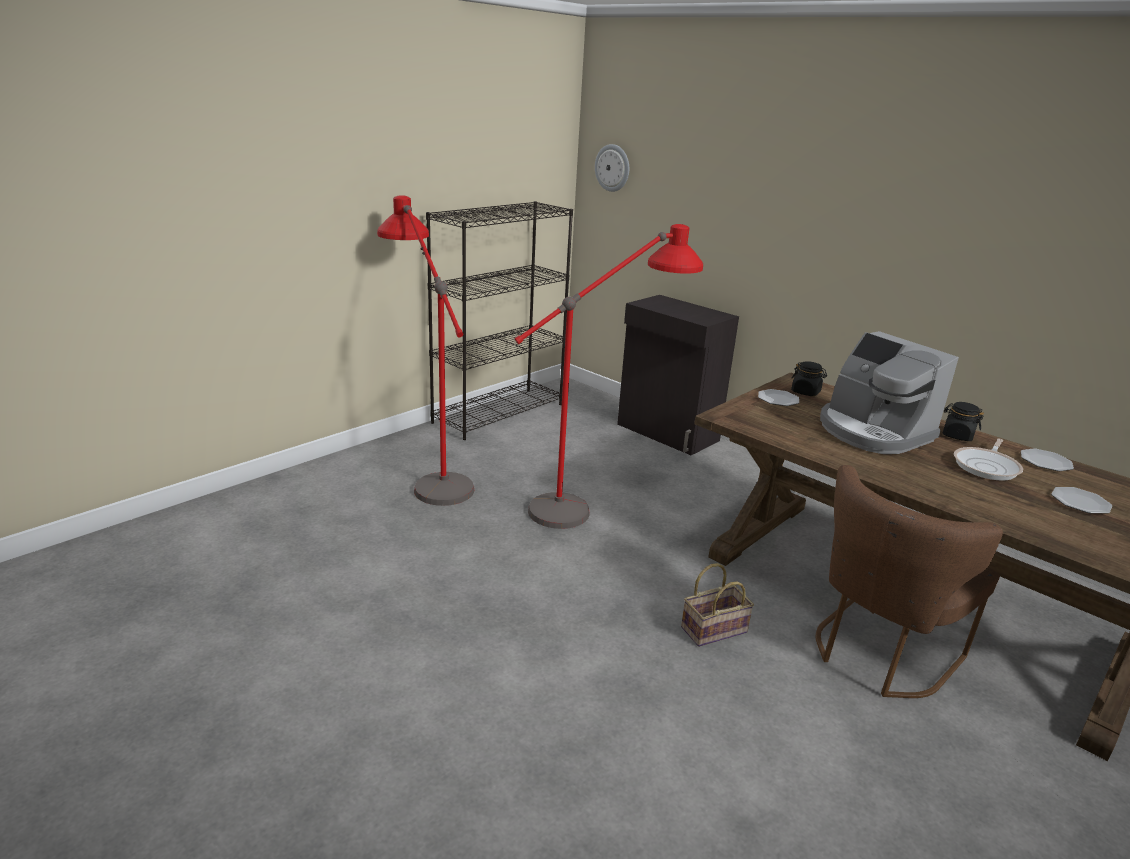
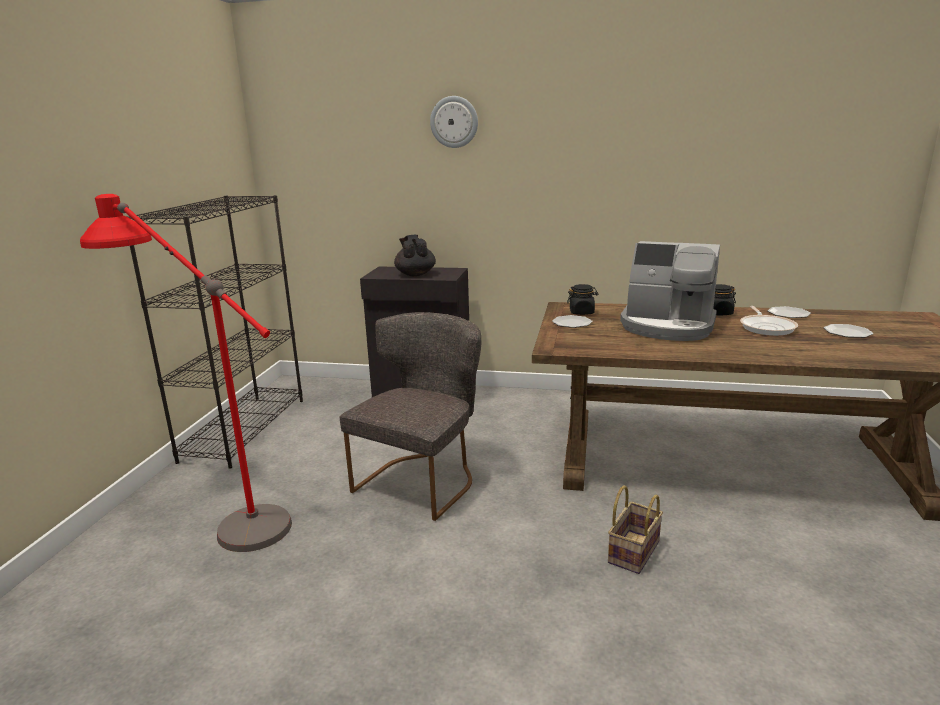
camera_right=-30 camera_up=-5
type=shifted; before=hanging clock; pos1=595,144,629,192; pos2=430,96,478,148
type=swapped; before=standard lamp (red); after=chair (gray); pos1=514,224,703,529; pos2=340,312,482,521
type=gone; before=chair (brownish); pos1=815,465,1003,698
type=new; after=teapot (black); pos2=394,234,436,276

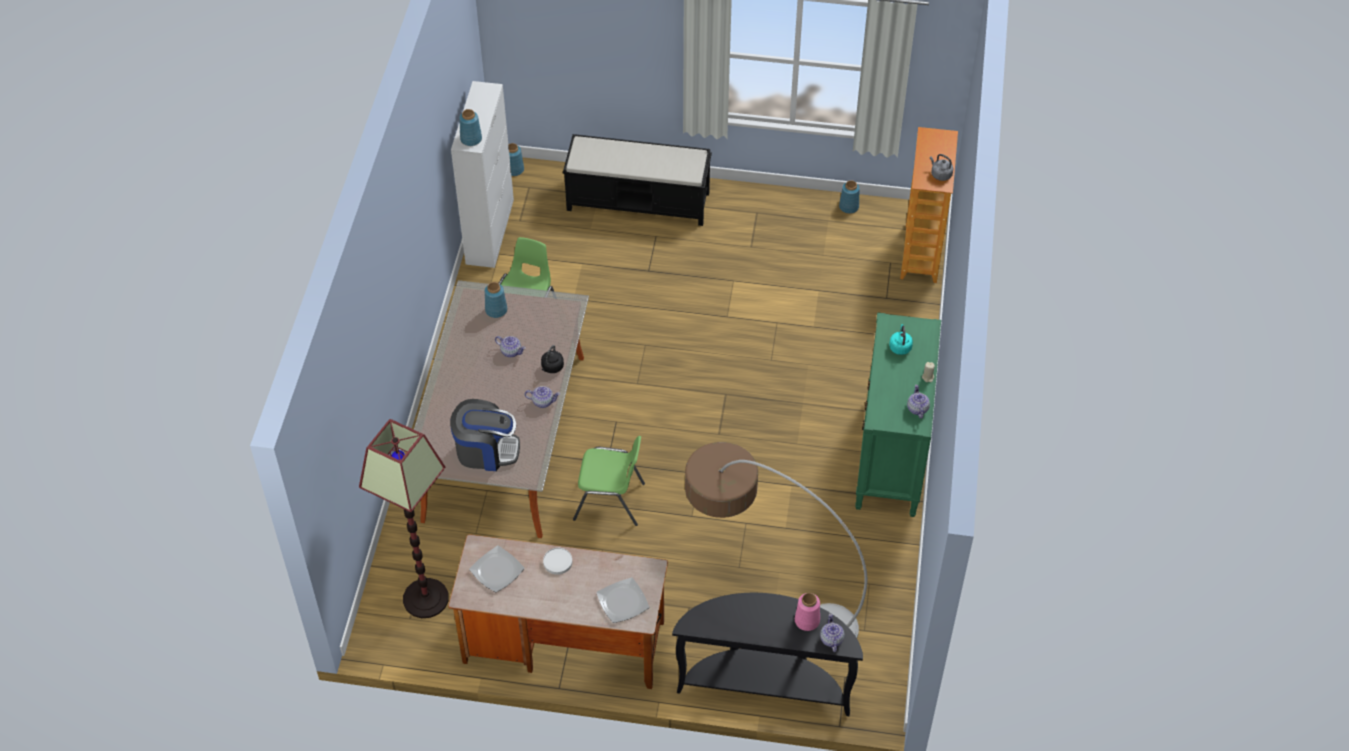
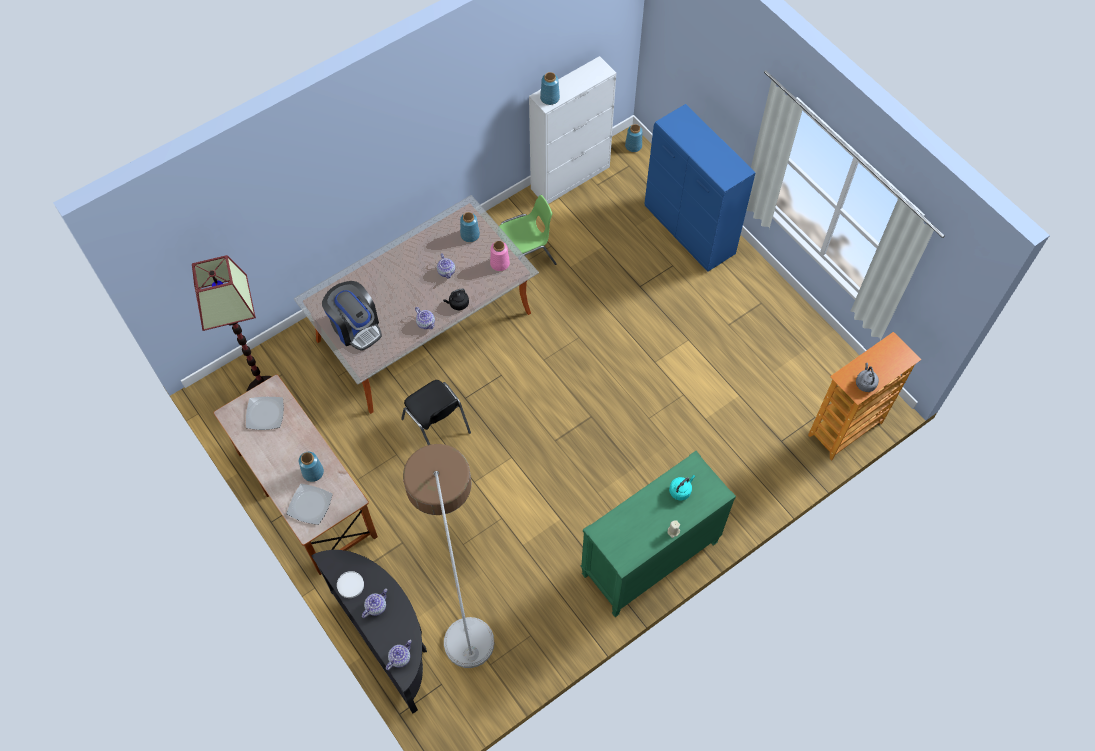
camera_right=45 camera_up=10
type=swapped; before=long seat (black); after=cupboard (blue-coloured); pos1=563,134,712,226; pos2=645,104,756,272
type=shifted; before=flower vase (blue-coloured); pos1=839,180,860,214; pos2=299,452,324,482
type=shifted; before=teapot; pos1=907,385,930,419; pos2=362,589,387,618
type=repainted; before=chair (greenish); after=chair (black); pos1=573,436,645,526; pos2=401,380,471,445
type=shifted; before=flat dish (white); pos1=543,548,572,575; pos2=337,571,364,598
type=shifted; before=flower vase (pinkish); pos1=795,593,820,631; pos2=490,241,510,271

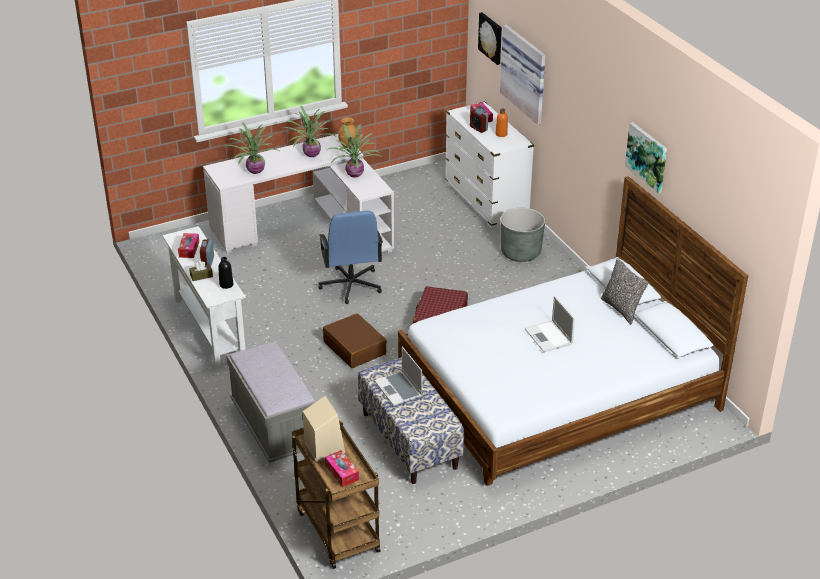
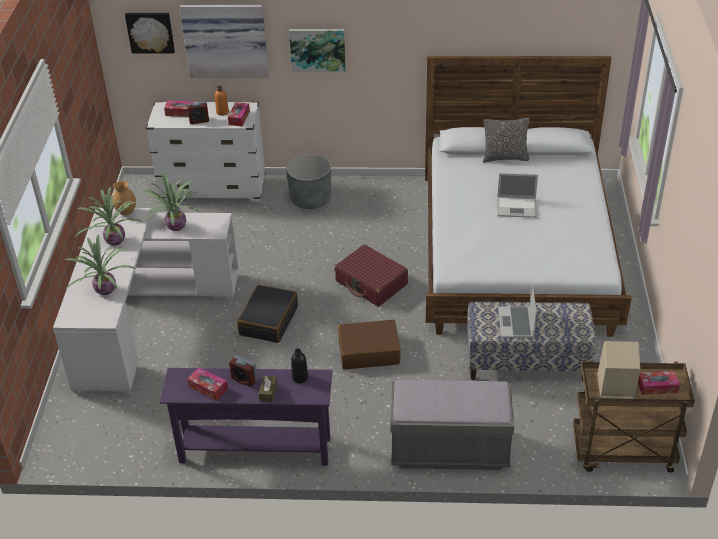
camera_right=-60 camera_up=5
type=shifted; before=picture; pos1=625,122,667,193; pos2=289,29,346,72
type=swapped; before=desk chair (blue-coloured); after=travel case (black); pos1=318,211,383,304; pos2=237,285,298,343
type=repainted; before=narrow table (white); after=narrow table (purple); pos1=162,226,246,369; pos2=159,368,332,466
type=rotated; before=portable computer; pos1=374,347,422,406; pos2=498,283,537,338; turn=90
type=new; after=tissue box; pos2=228,102,250,126

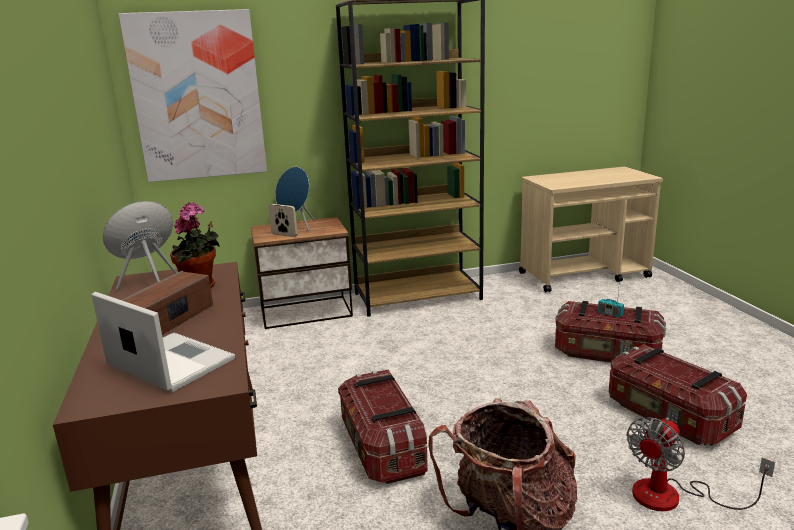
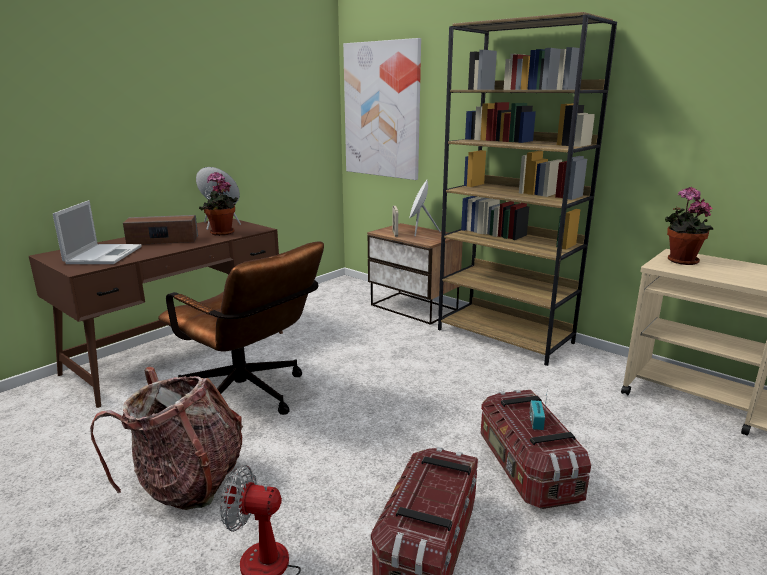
camera_right=55 camera_up=0
type=repainted; before=audio speaker (blue-coloured); after=audio speaker (white); pos1=275,167,315,231; pos2=409,180,441,236
type=swapped; before=storage container; after=desk chair (brownish); pos1=338,370,428,484; pos2=158,242,324,415
type=new; after=plant in a pot; pos2=665,187,713,265

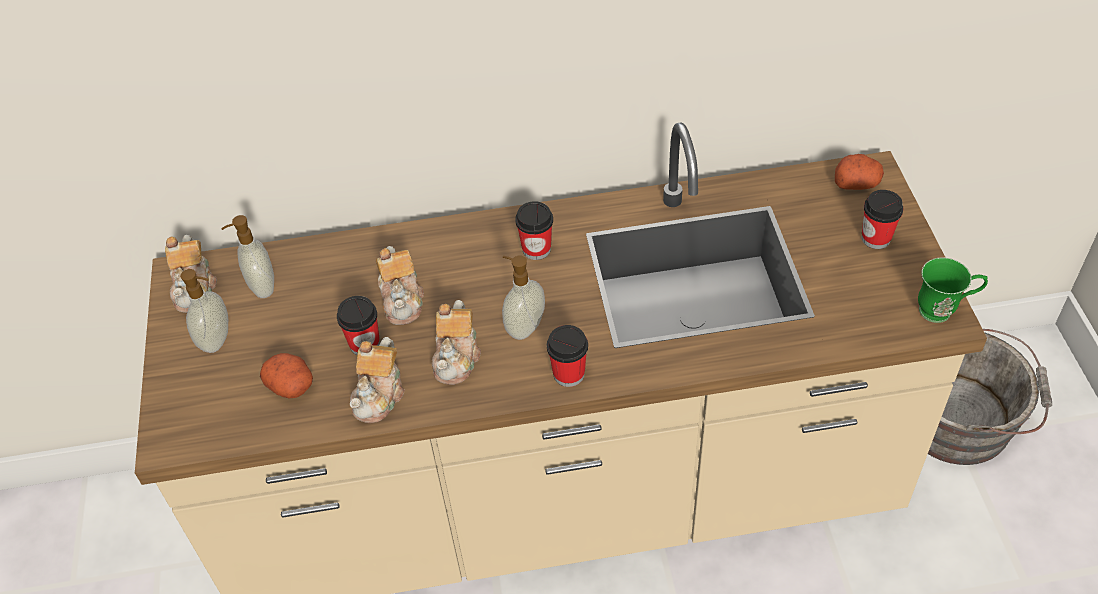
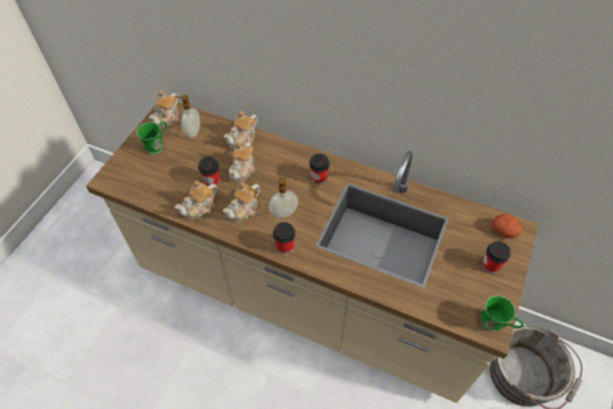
camera_right=30 camera_up=5
type=swapped; before=liquid soap bottle; after=tea mug (greenish); pos1=180,269,228,353; pos2=137,121,167,154
type=gone; before=whole potato; pos1=260,353,313,399
type=new; after=teapot; pos2=224,111,258,149

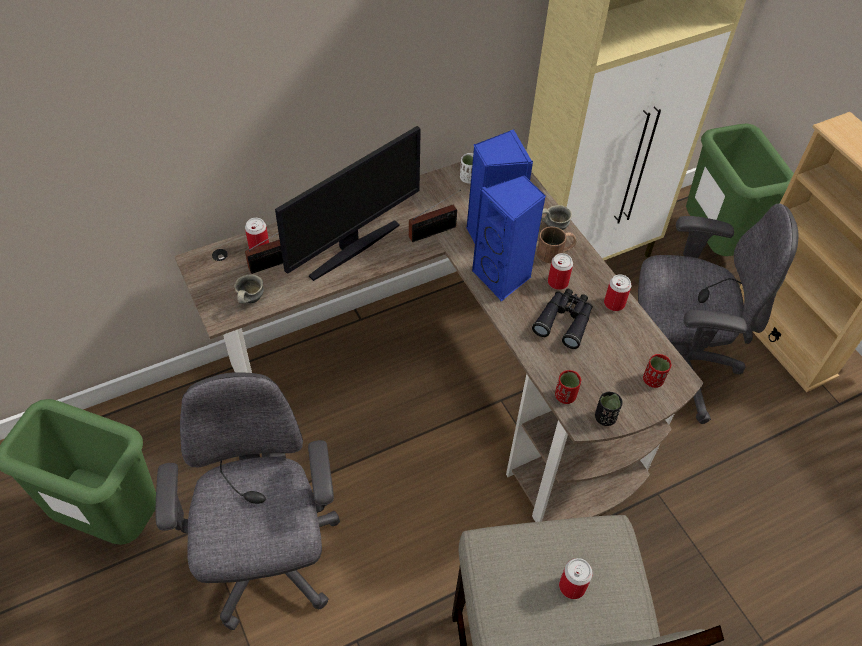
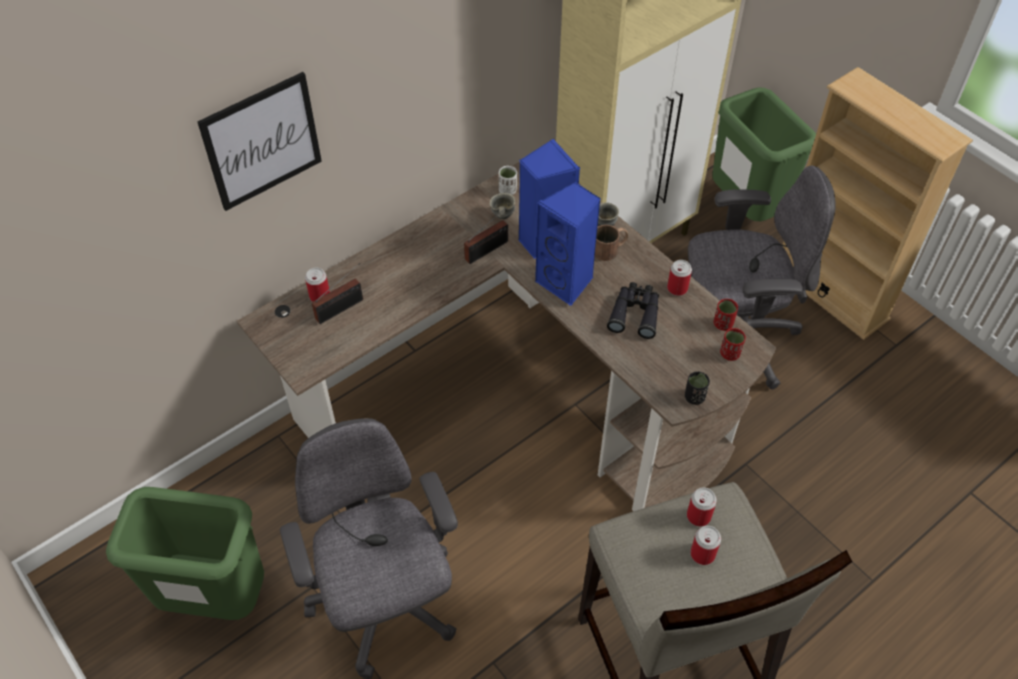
camera_right=-10 camera_up=0
type=gone; before=computer display; pos1=275,126,421,281
type=shifted; before=sealed can; pos1=548,253,573,290; pos2=687,487,717,527
type=shifted; before=tea mug (gray); pos1=234,274,264,304; pos2=489,193,515,219
type=shifted; before=small cup (red); pos1=555,370,581,404; pos2=714,299,738,331
type=new; after=picture; pos2=197,72,322,211

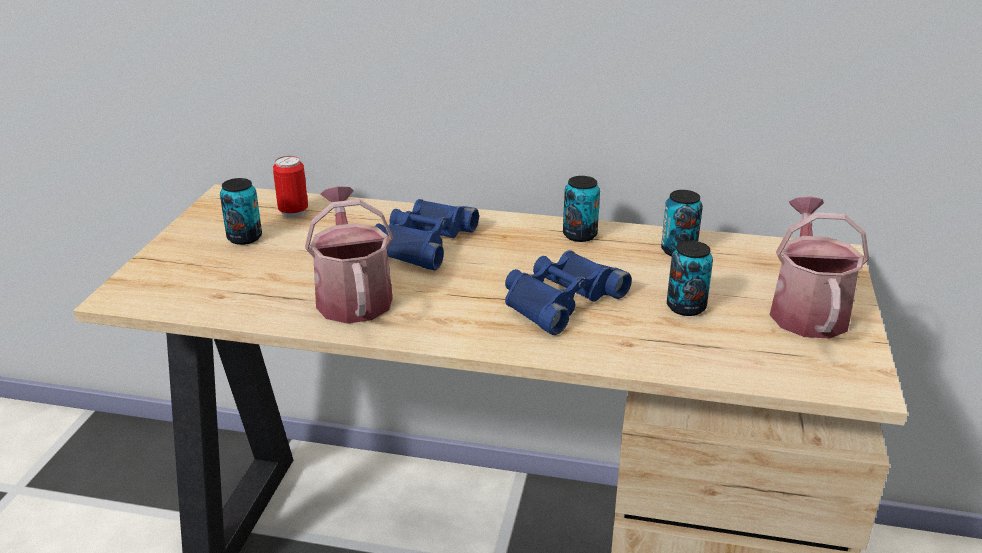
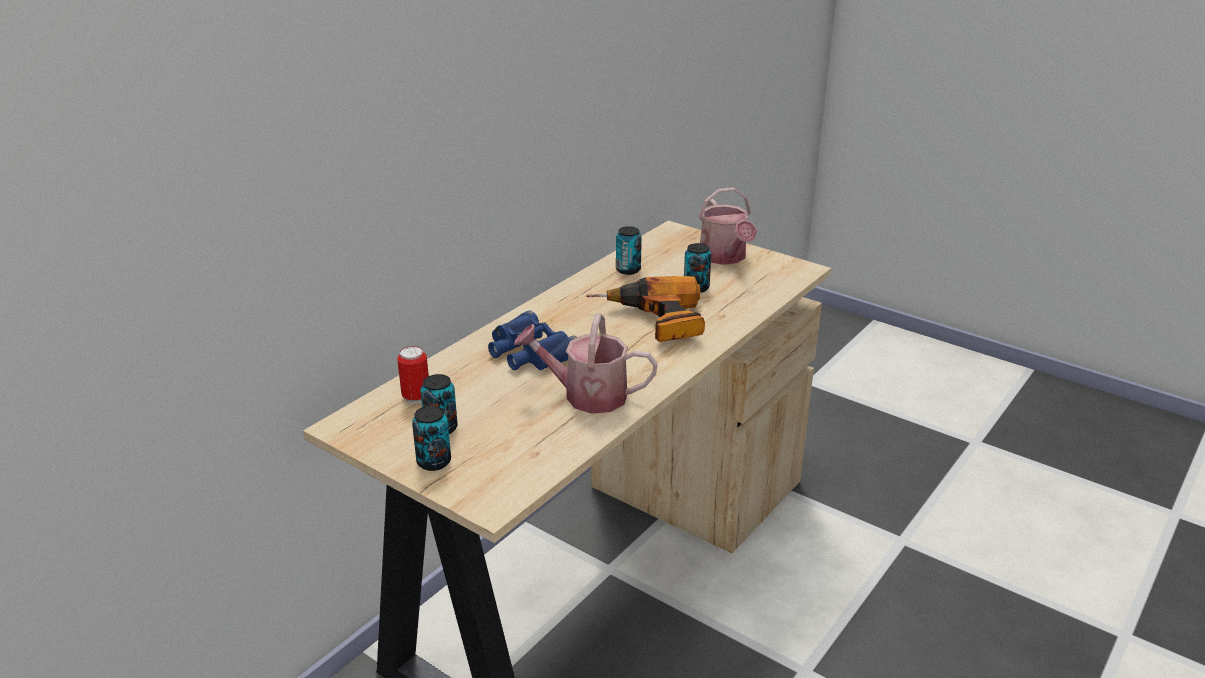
camera_right=-65 camera_up=0
type=shifted; before=sealed can; pos1=563,176,600,242; pos2=412,406,451,471
type=rotated; before=sprinkling can; pos1=770,196,869,339; pos2=699,188,757,265; turn=-135
type=swapped; before=pair of binoculars (blue-coloured); after=power drill; pos1=505,250,632,335; pos2=587,276,705,342

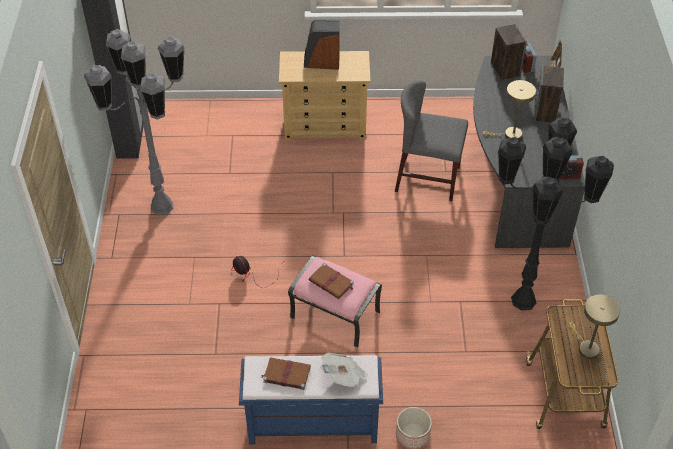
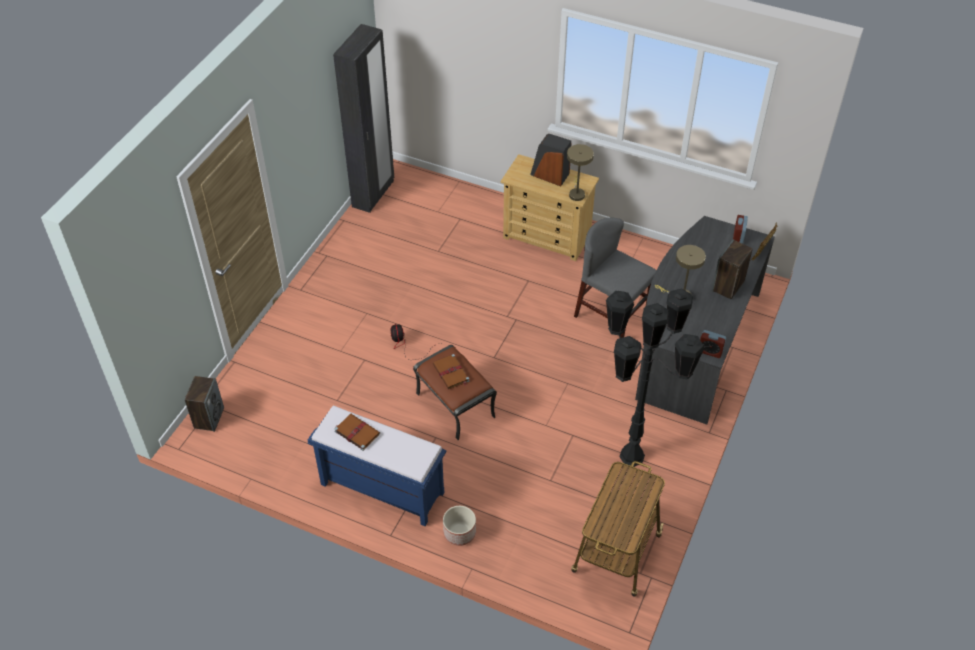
camera_right=25 camera_up=0
type=shifted; before=audio speaker; pos1=491,24,527,81; pos2=184,376,224,432
type=gone; before=standard lamp (gray); pos1=84,29,185,215
type=repainted; before=ottoman (pinkish); after=ottoman (brownish); pos1=288,256,382,348; pos2=413,345,497,440
type=shifted; before=tabletop lamp (beige); pos1=569,294,620,359; pos2=567,144,594,201
type=gone; before=printed paper; pos1=320,353,368,388

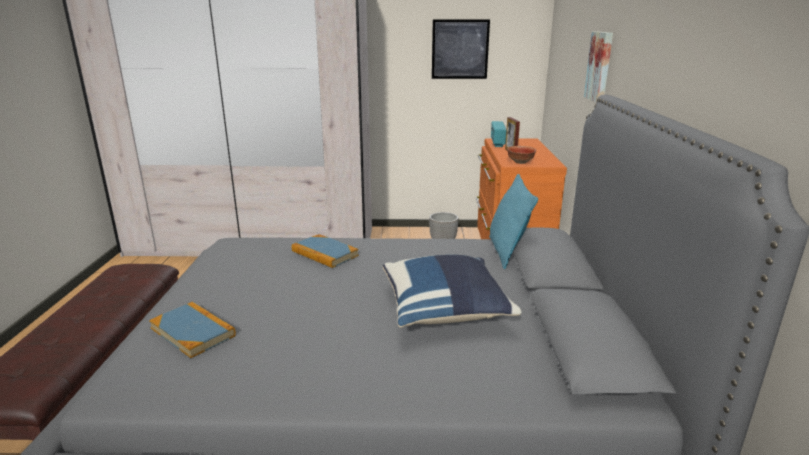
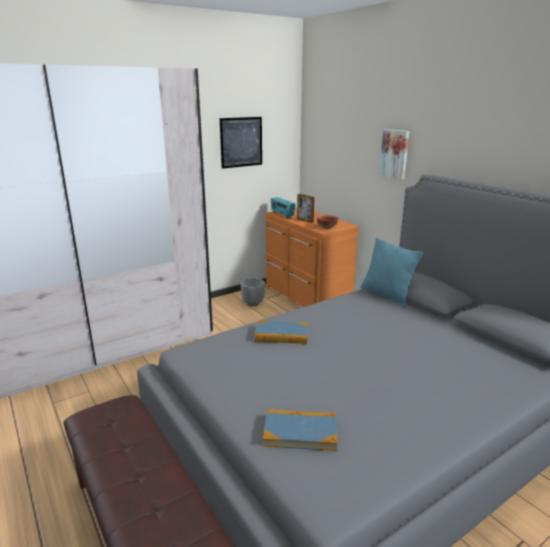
camera_right=-35 camera_up=0
type=gone; before=throw pillow (blue-coloured); pos1=383,255,522,328

